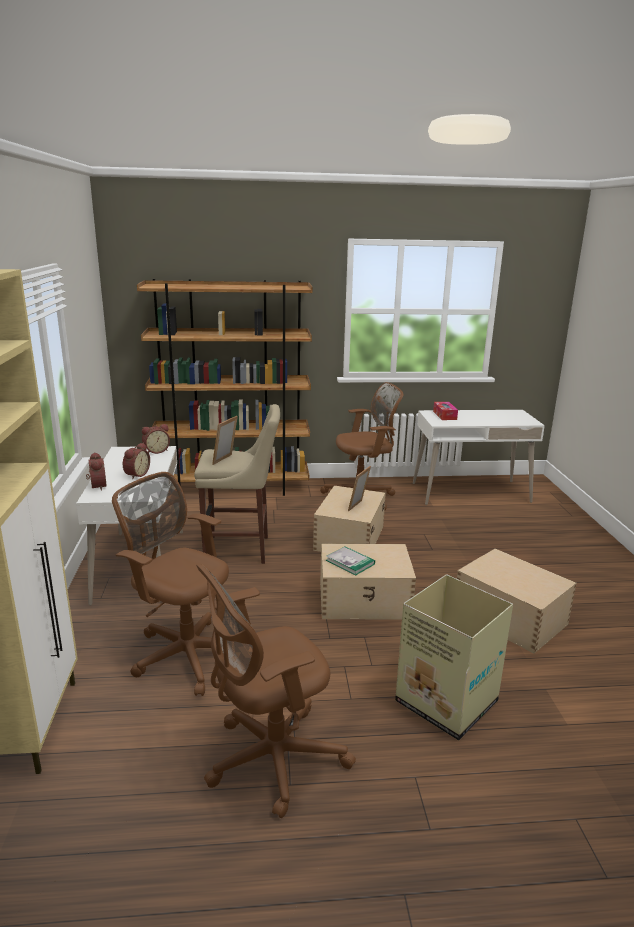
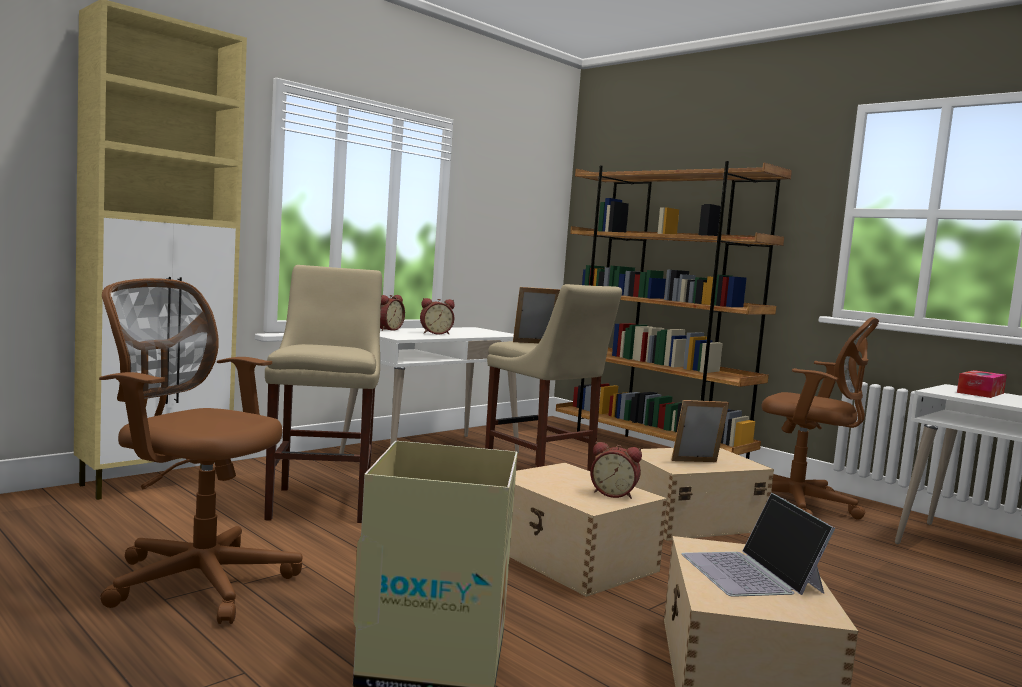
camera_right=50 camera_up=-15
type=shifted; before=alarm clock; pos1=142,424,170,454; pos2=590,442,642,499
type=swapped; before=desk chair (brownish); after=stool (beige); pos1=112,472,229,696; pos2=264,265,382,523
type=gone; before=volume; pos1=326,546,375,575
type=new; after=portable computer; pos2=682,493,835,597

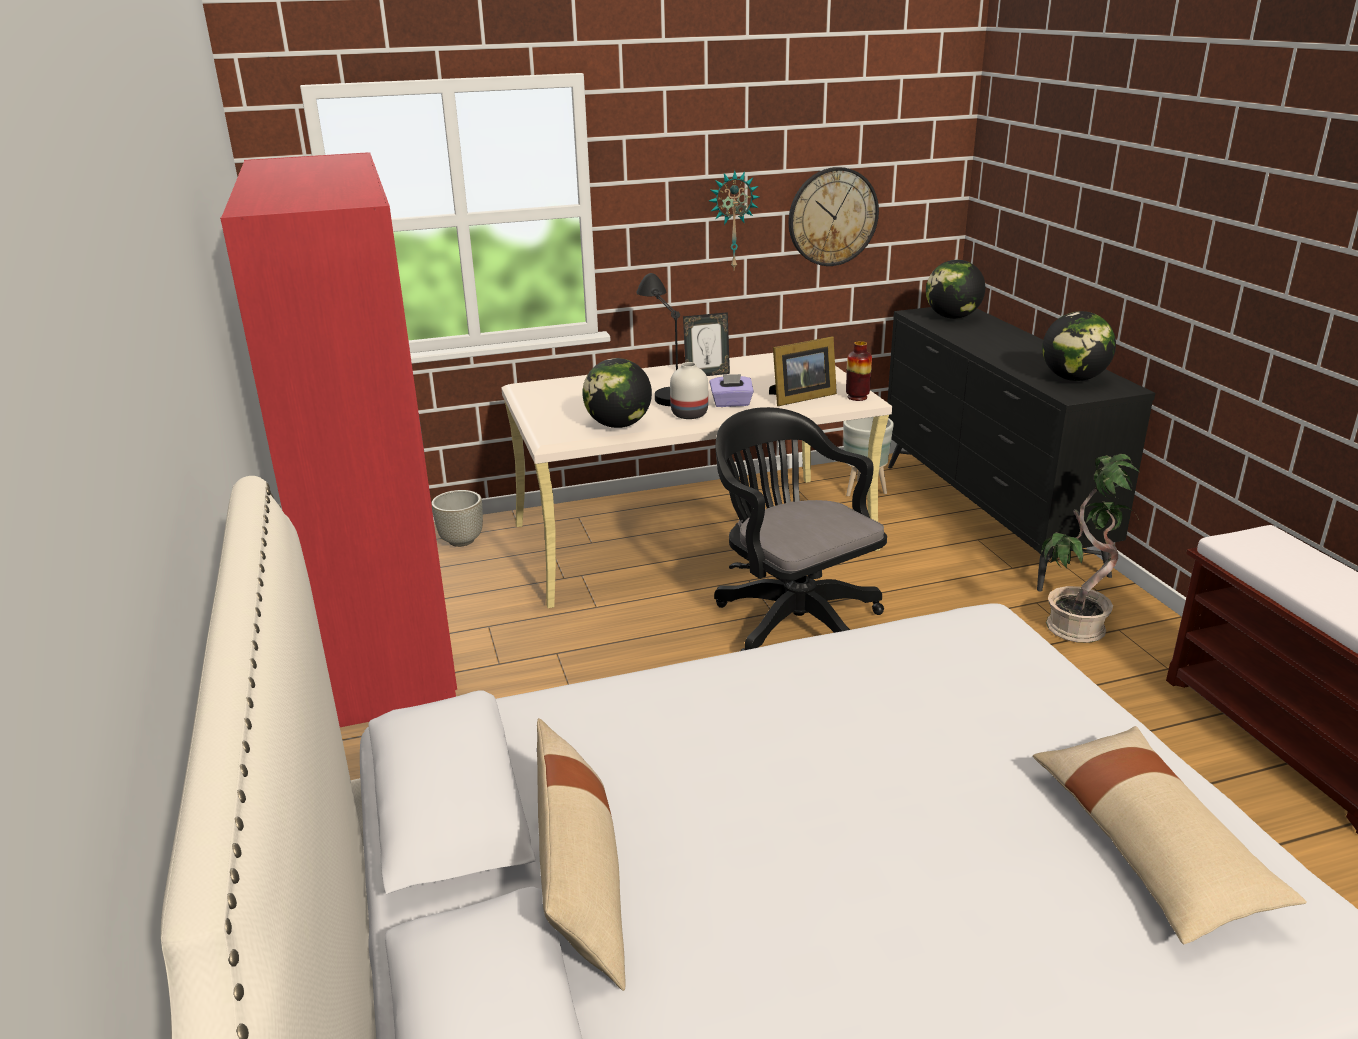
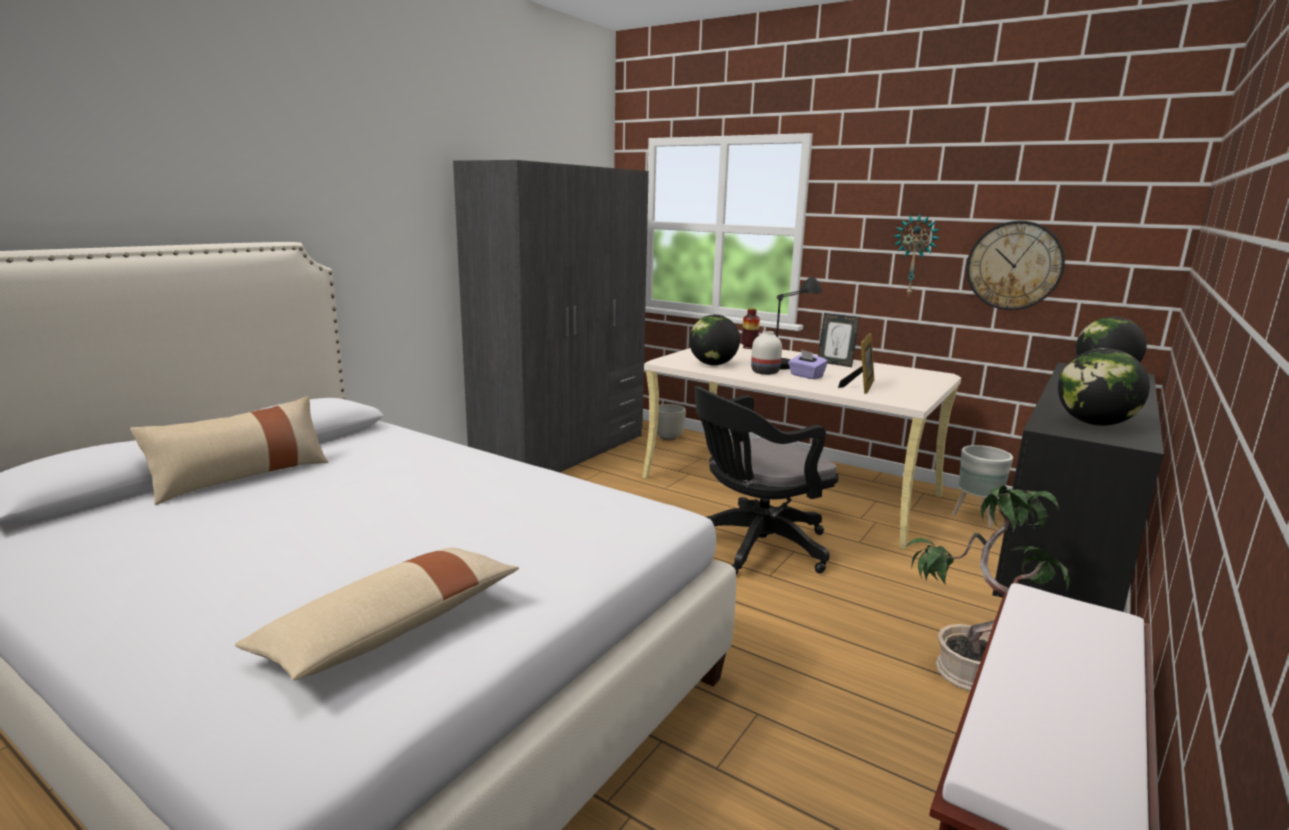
camera_right=50 camera_up=-10
type=repainted; before=wardrobe (red); after=wardrobe (gray); pos1=220,152,457,727; pos2=453,160,649,472
type=rotated; before=picture frame; pos1=769,336,837,406; pos2=838,333,874,394; turn=-90
type=shifted; before=flower vase; pos1=846,341,872,401; pos2=742,308,760,349
type=rotated; before=desk chair (black); pos1=714,407,887,651; pos2=695,386,839,575; turn=-135

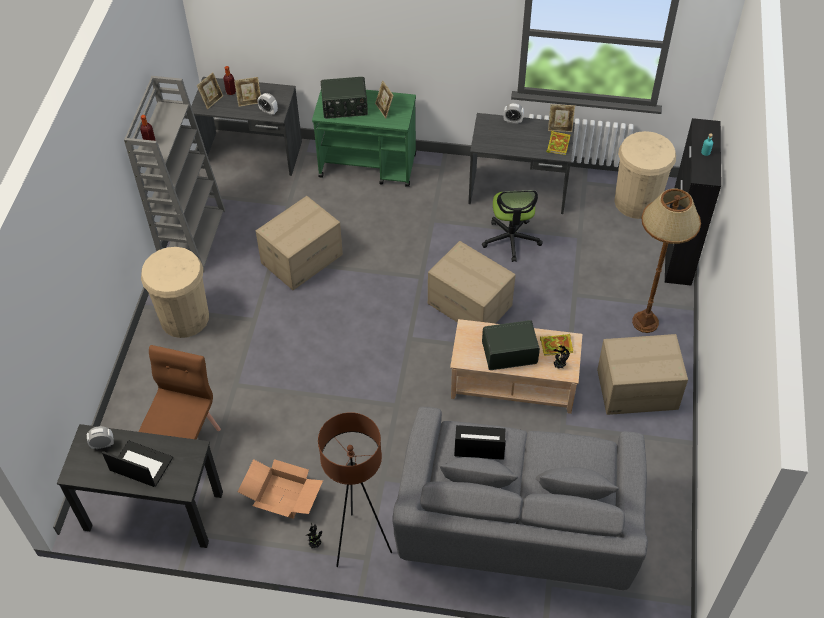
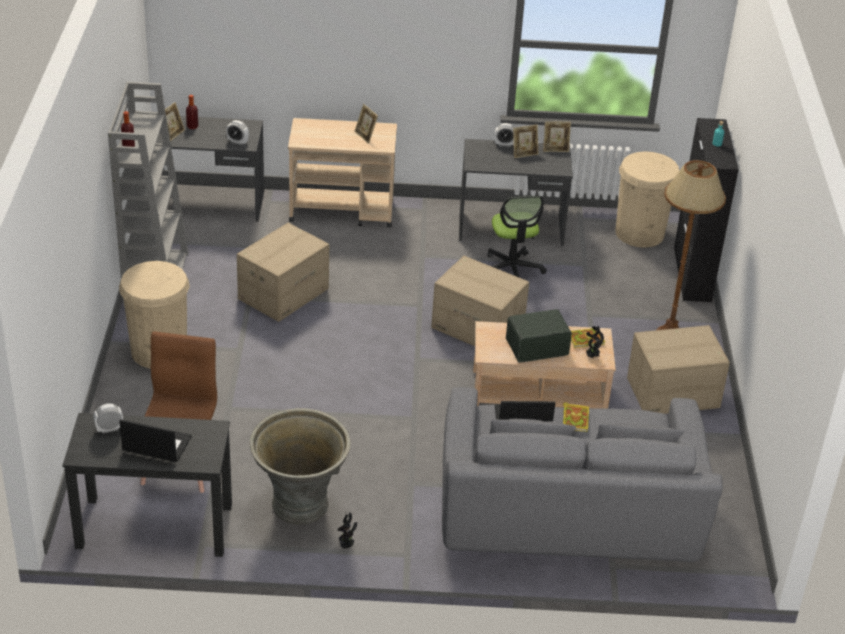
camera_right=-10 camera_up=-15
type=shifted; before=picture frame; pos1=234,77,261,107; pos2=513,125,538,158
type=gone; before=radio receiver; pos1=321,77,368,119
type=repainted; before=wheeled cart (greenish); after=wheeled cart (beige); pos1=312,90,416,187; pos2=288,118,397,227
type=shifted; before=volume; pos1=546,131,570,155; pos2=563,402,589,432
type=gone; before=standard lamp (brownish); pos1=318,412,392,567
type=swapped; before=carton; after=planter (gray); pos1=238,459,323,519; pos2=250,408,351,524

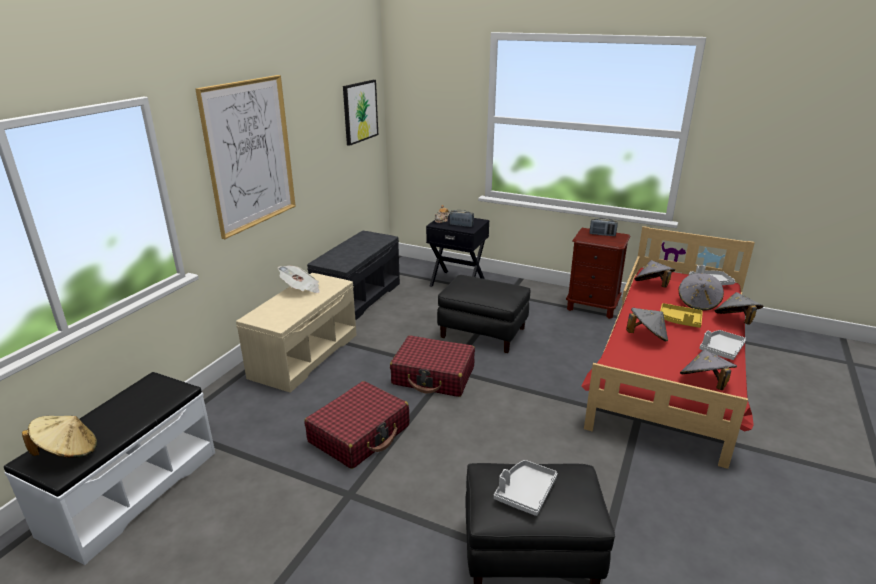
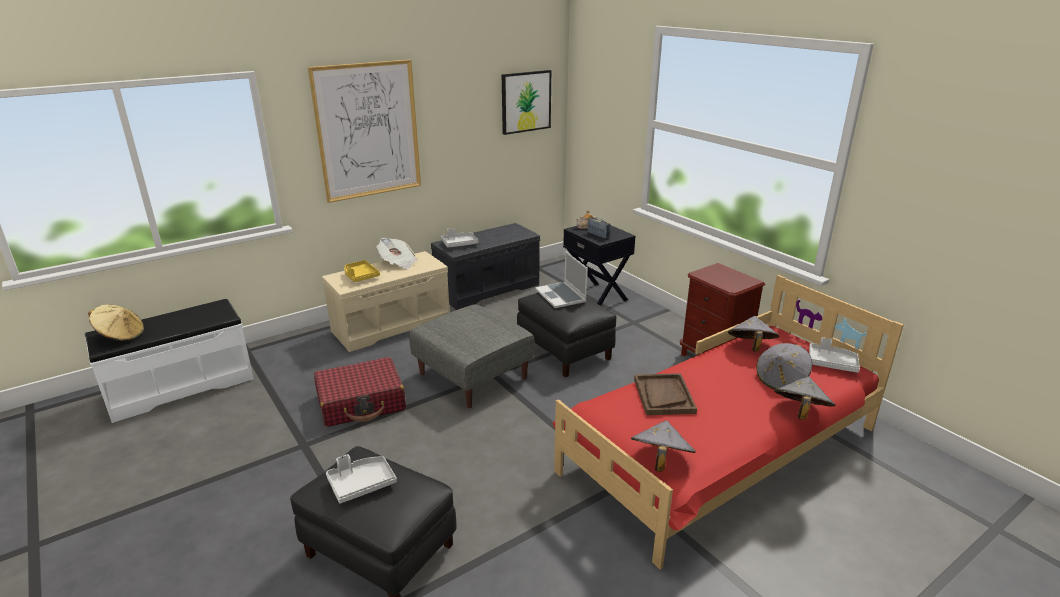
camera_right=30 camera_up=0
type=gone; before=radio receiver; pos1=589,218,618,236
type=shifted; before=carrying tray (yellowish); pos1=660,303,703,328; pos2=344,260,380,282
type=swapped; before=hat (gray); after=carrying tray (brownish); pos1=626,308,668,341; pos2=634,373,697,415
type=shifted; before=carrying tray (gray); pos1=699,330,746,360; pos2=441,228,478,248
type=swapped; before=travel case (red); after=ottoman (gray); pos1=390,335,475,397; pos2=409,304,534,408
type=new; after=portable computer; pos2=535,251,588,308

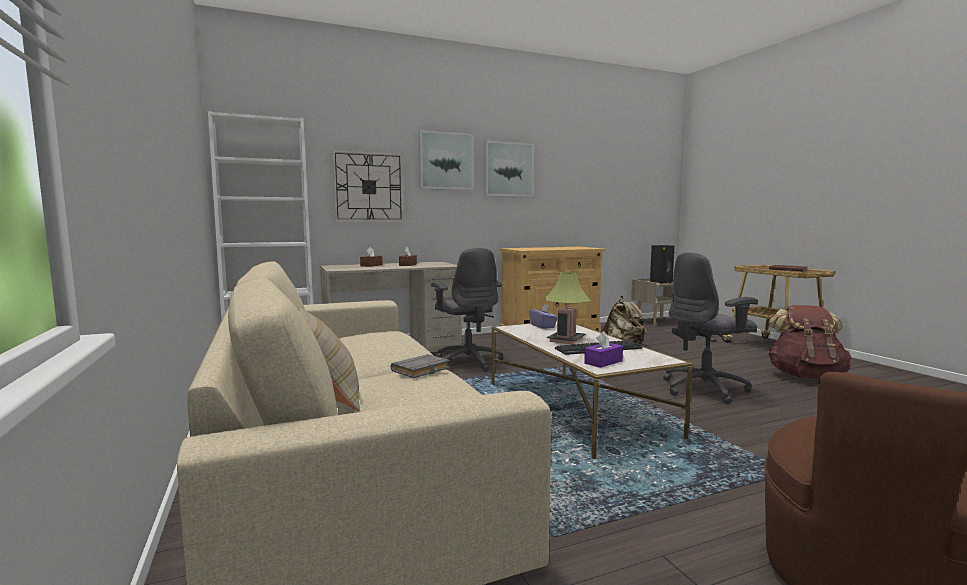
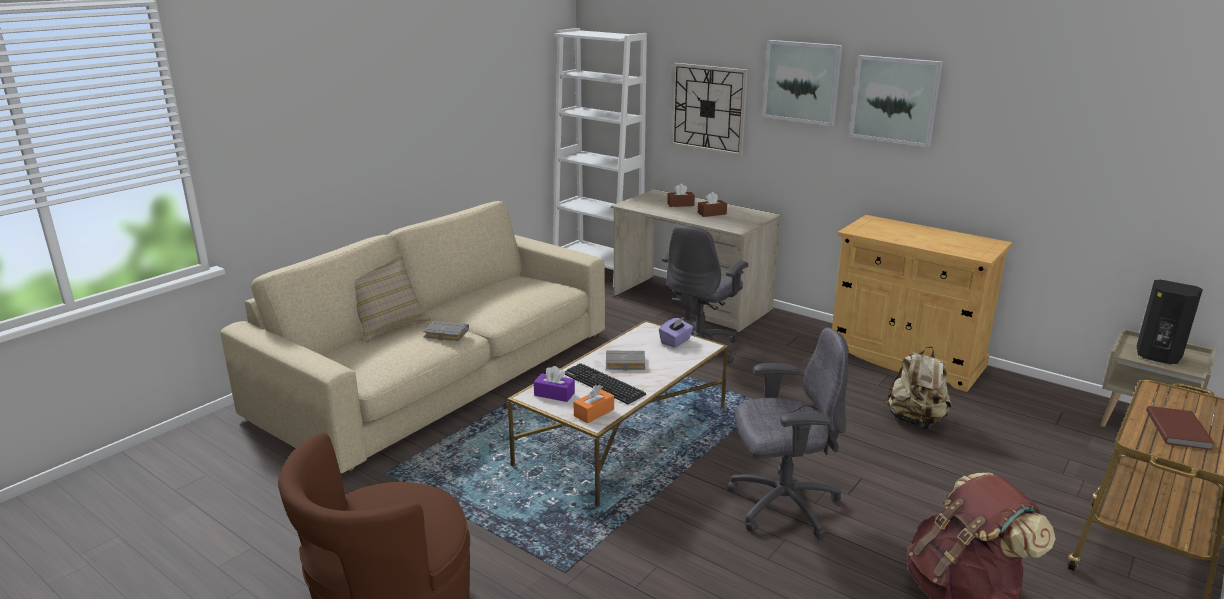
camera_right=60 camera_up=15
type=rotated; before=desk chair (gray); pos1=663,252,758,404; pos2=727,328,849,539; turn=135
type=swapped; before=tabletop lamp; after=volume (gray); pos1=545,272,590,344; pos2=606,351,645,371
type=new; after=tissue box (orange-coloured); pos2=574,385,614,423

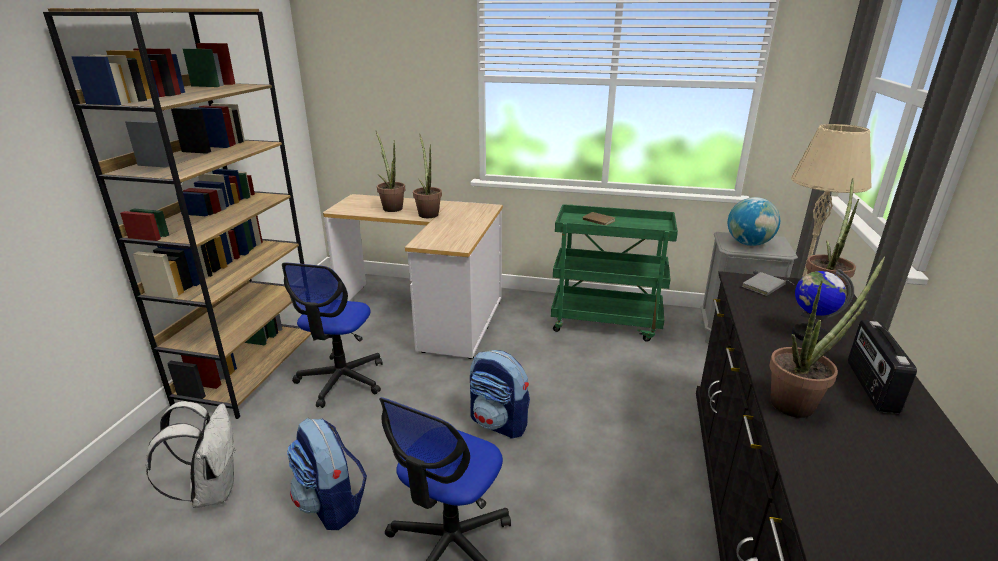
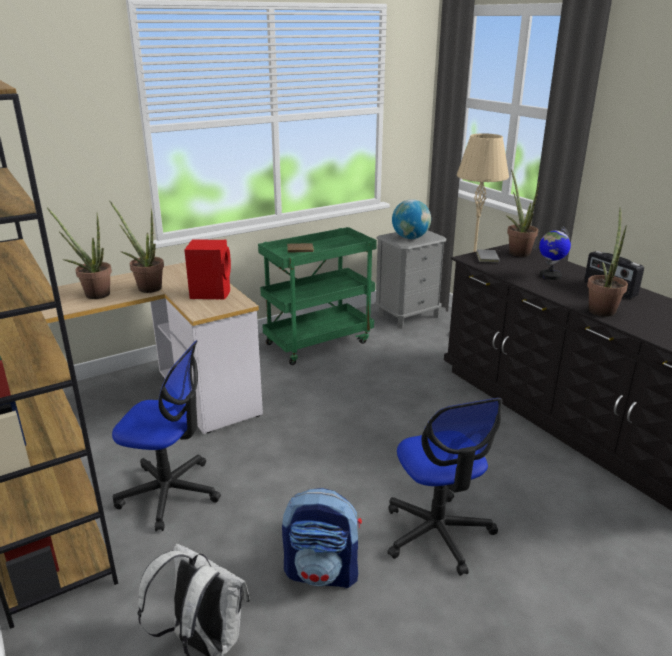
camera_right=-45 camera_up=0
type=rotated; before=desk chair; pos1=282,262,383,408; pos2=112,340,221,531; turn=-45
type=gone; before=knapsack; pos1=470,350,530,439
type=new; after=audio speaker (red); pos2=184,239,231,300

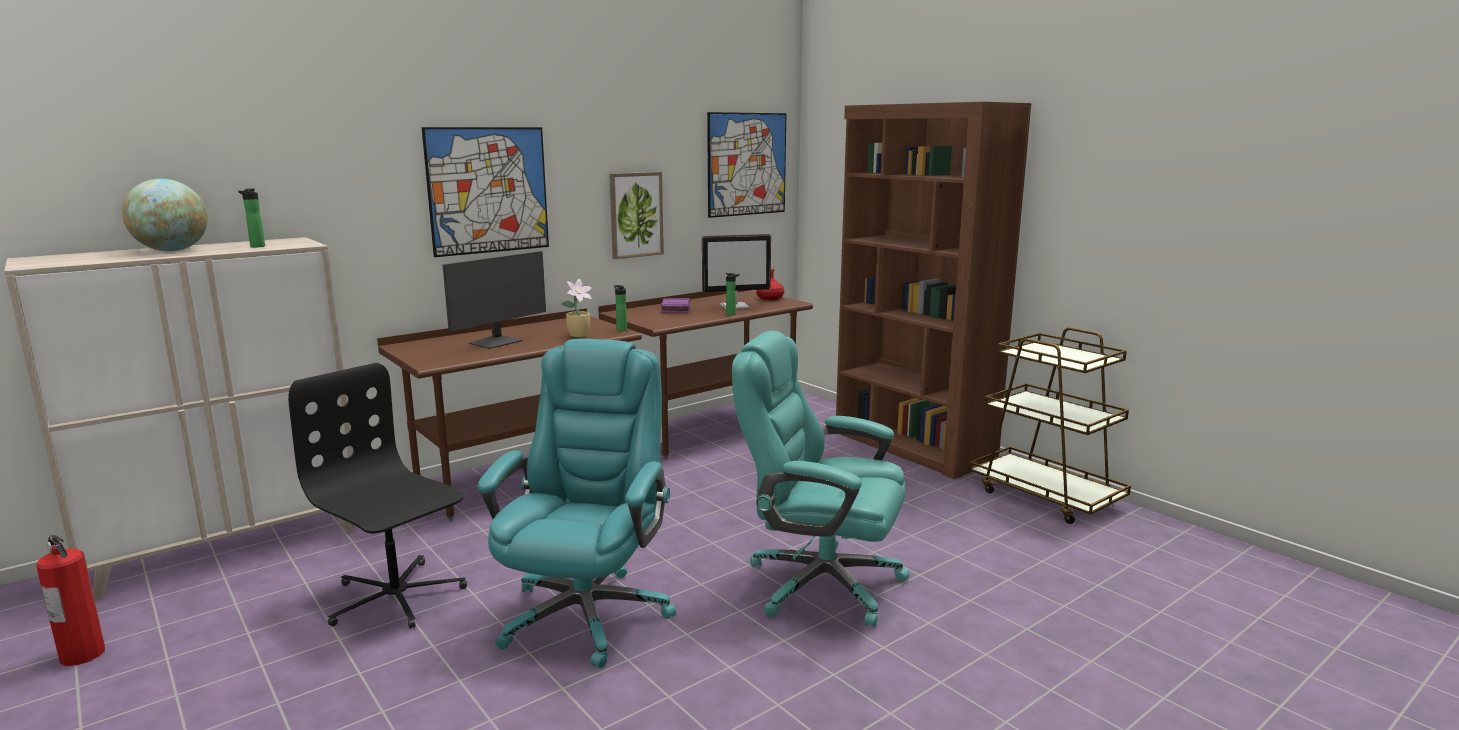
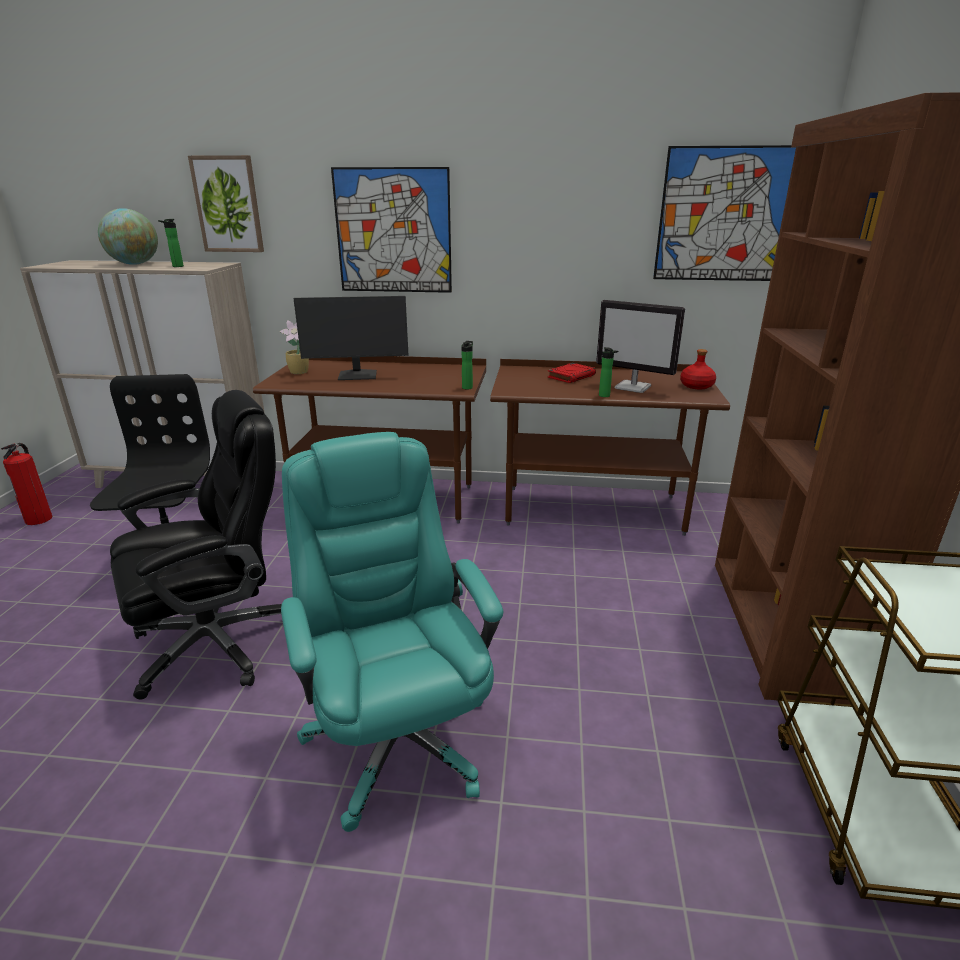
camera_right=45 camera_up=10
type=shifted; before=picture; pos1=609,172,664,259; pos2=188,155,264,252
type=shifted; before=plant in a pot; pos1=561,279,592,337; pos2=279,320,309,374
type=repainted; before=volume (purple); after=volume (red); pos1=661,298,691,313; pos2=547,363,596,383
type=repainted; before=desk chair (turquoise); after=desk chair (black); pos1=477,339,676,668; pos2=110,390,282,699

